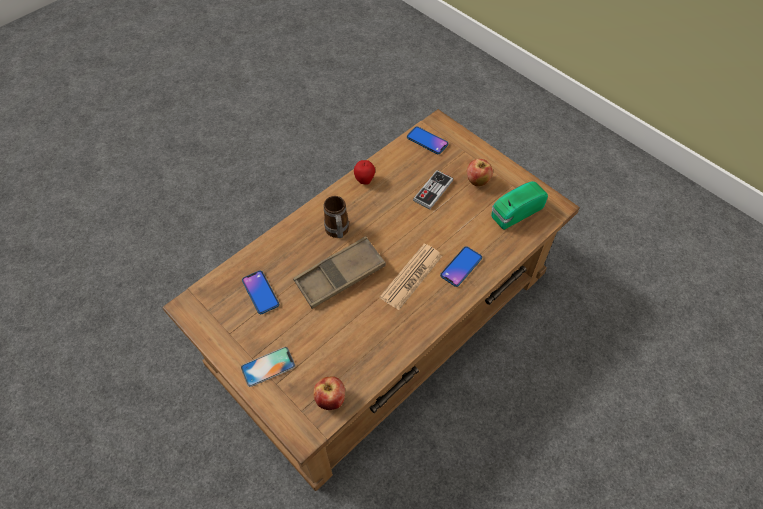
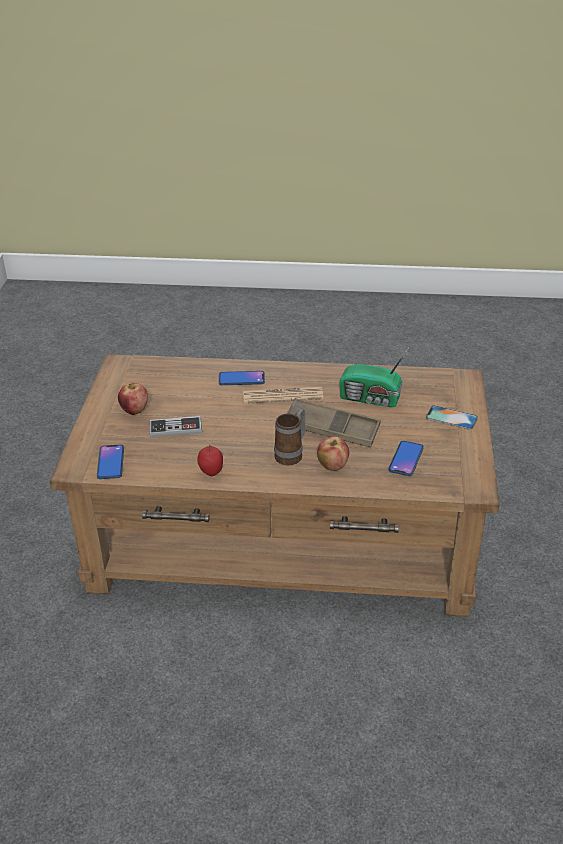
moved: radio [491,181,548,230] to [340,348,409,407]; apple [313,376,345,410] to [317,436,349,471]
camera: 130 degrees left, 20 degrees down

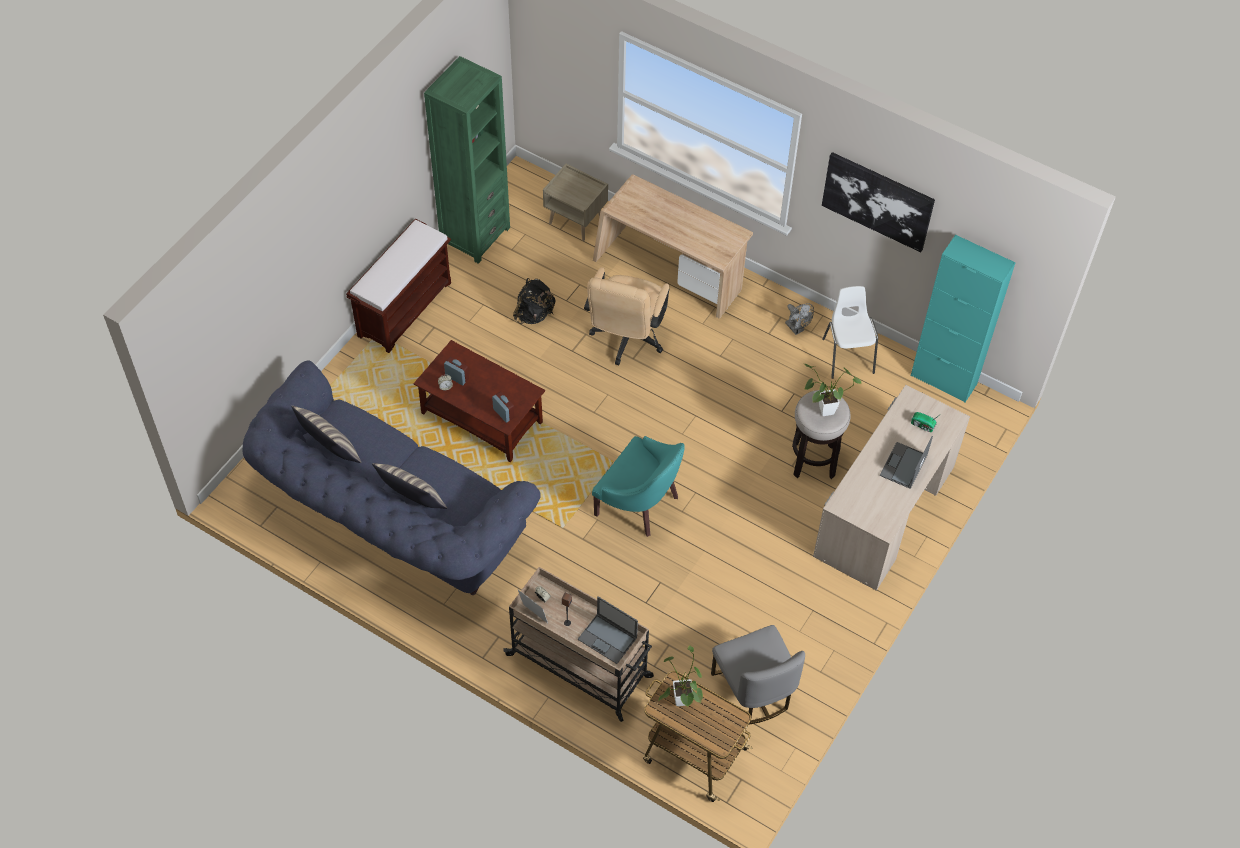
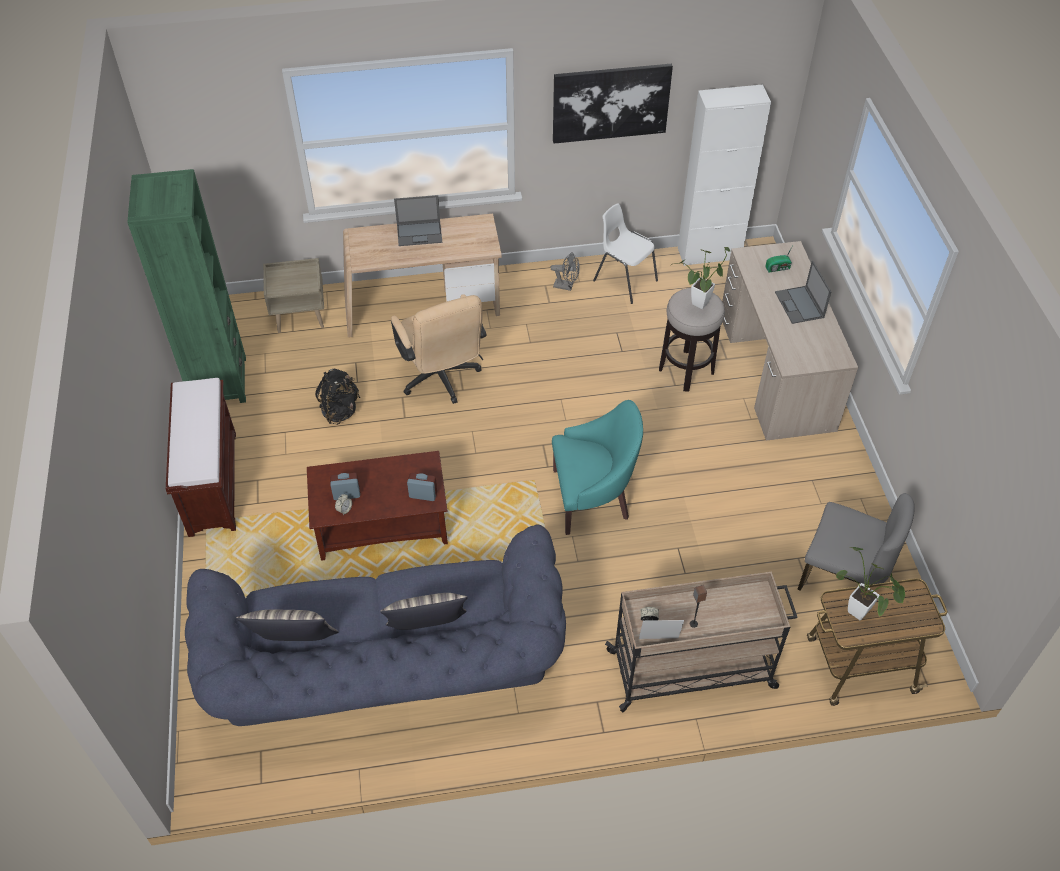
moved: laptop [578,596,638,664] to [394,195,442,246]
recoloured: cabinet in turquoise [911,235,1016,403] to cabinet in white [678,84,771,266]
camera: 40 degrees left, 5 degrees down

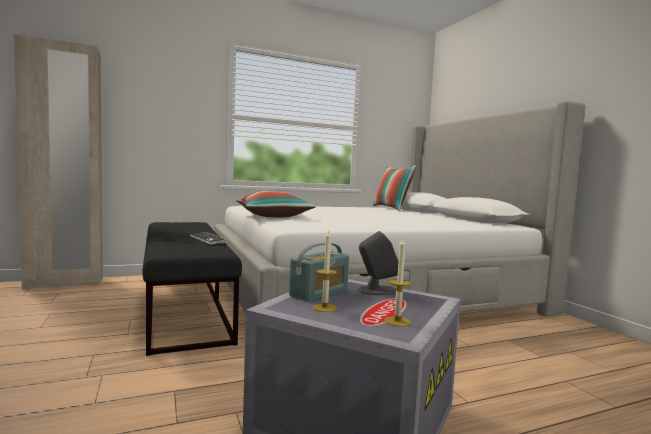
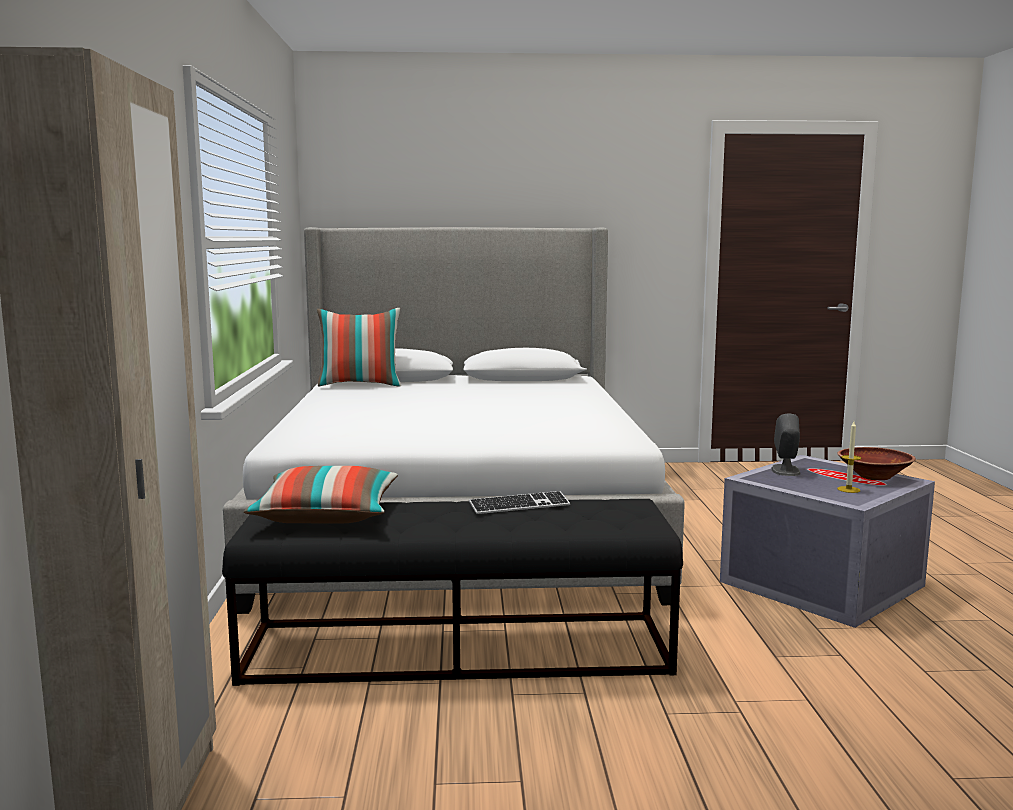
removed: radio [289,242,349,302]
moved: pillow [236,191,316,217] to [244,466,398,524]
replaced: candle [384,239,411,326] to bowl in brown [837,447,916,480]
camera: 70 degrees left, 5 degrees up

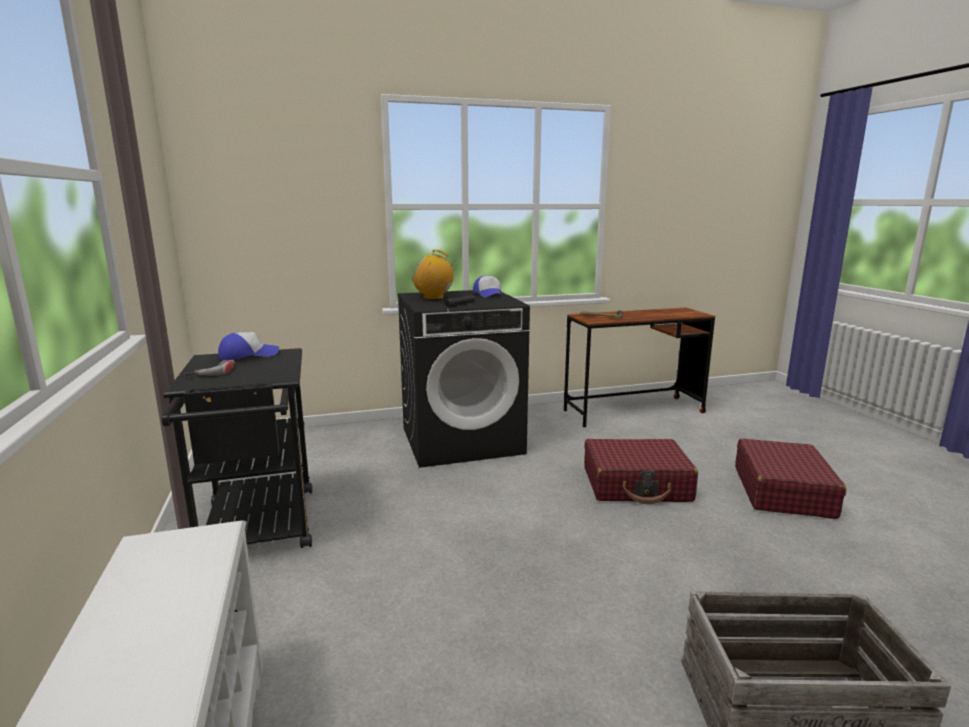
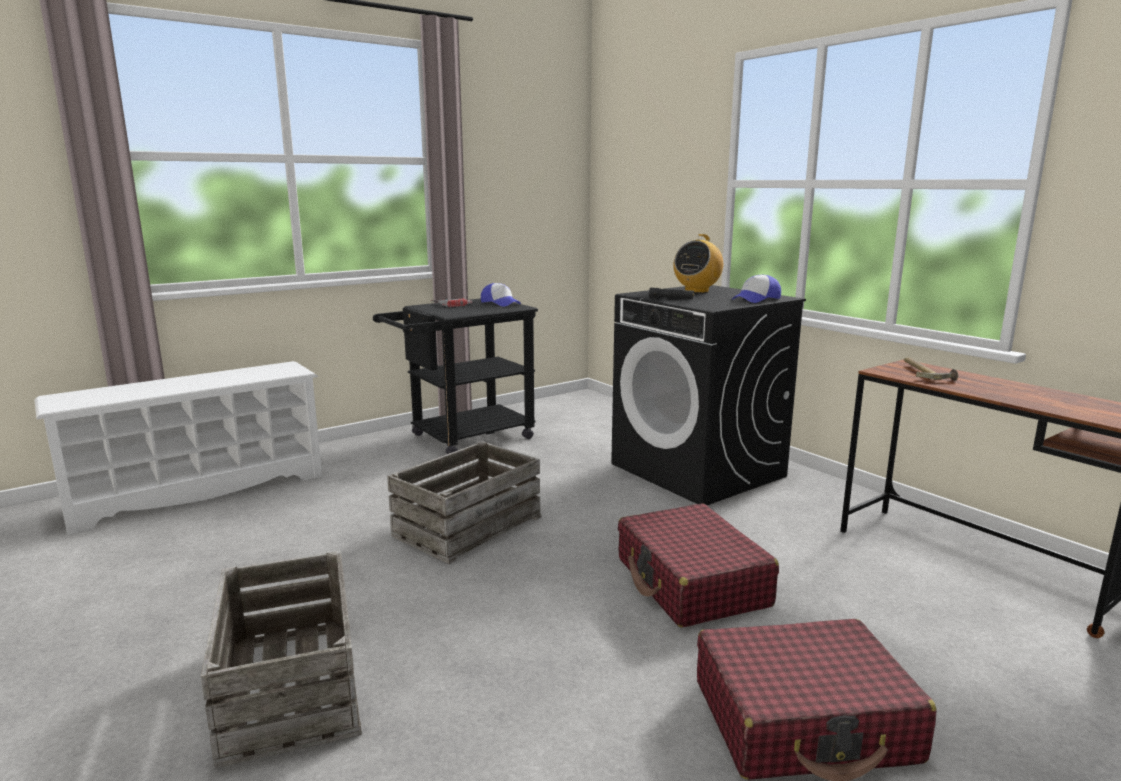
added: crate [387,441,542,564]
turned: radio [412,250,456,300] = [673,234,723,293] 135 degrees counterclockwise
camera: 70 degrees right, 0 degrees up

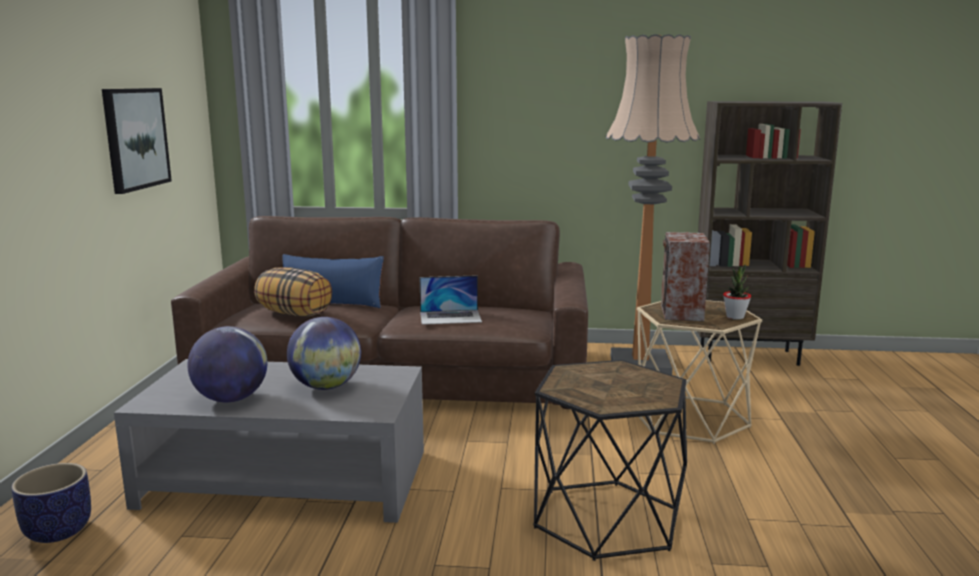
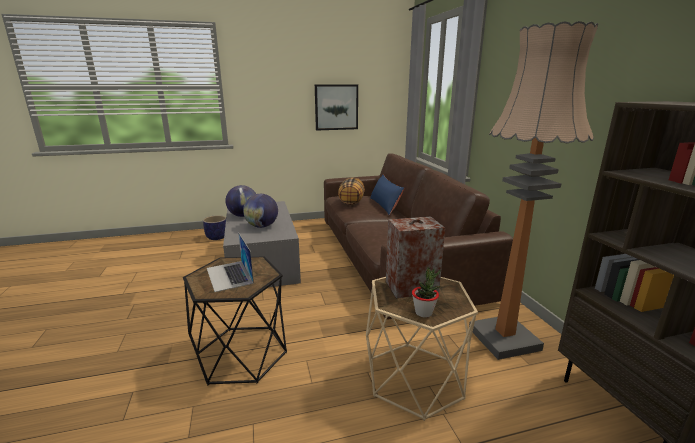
moved: laptop [420,275,482,325] to [207,232,254,292]
camera: 70 degrees right, 5 degrees up

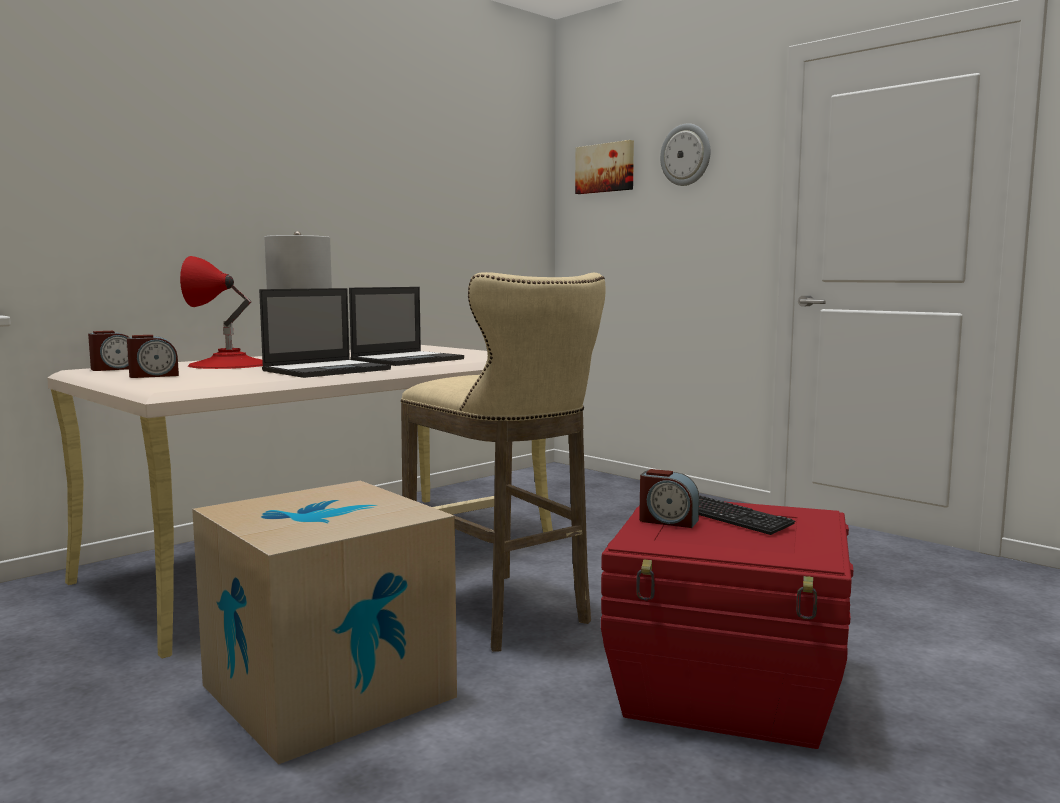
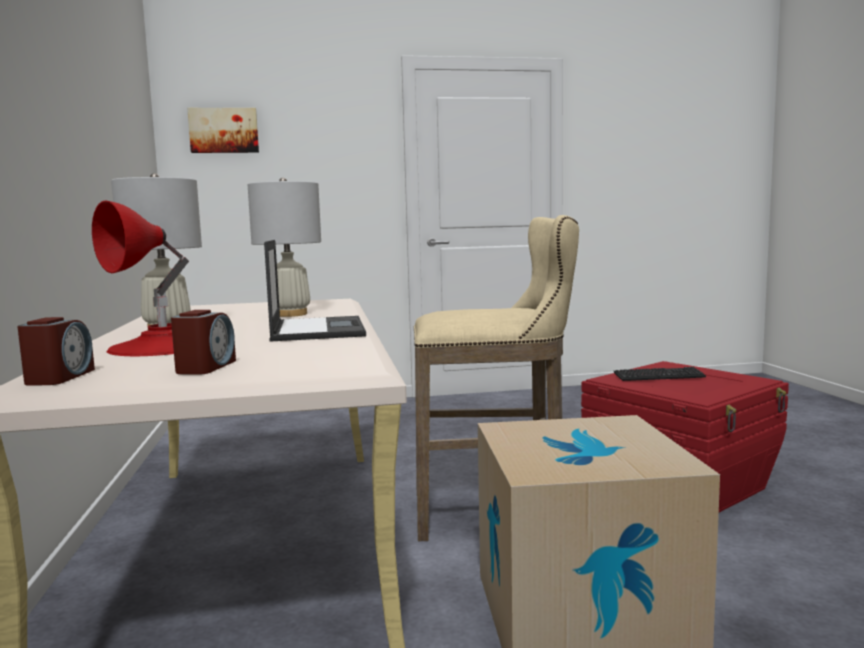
removed: wall clock [660,123,711,186]; alarm clock [639,469,699,528]
replaced: laptop [349,287,464,366] to table lamp in white [248,178,321,317]
camera: 55 degrees left, 0 degrees up

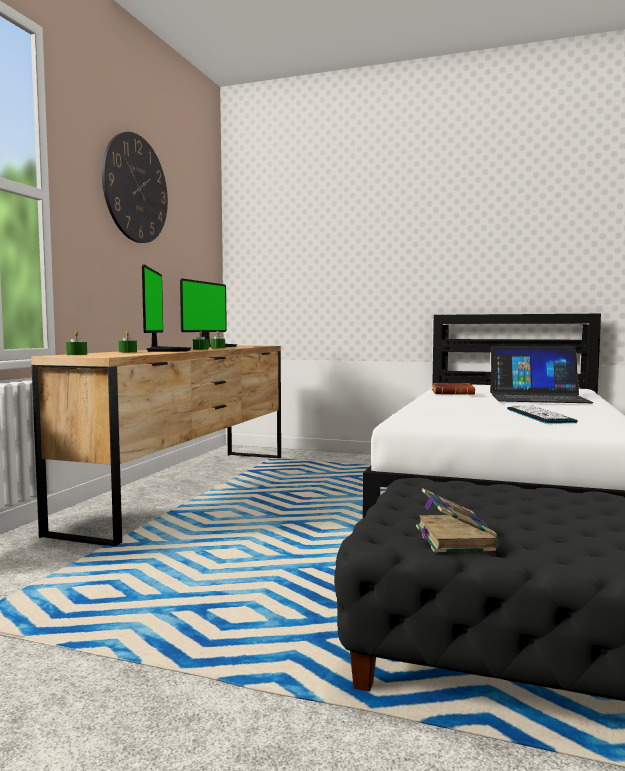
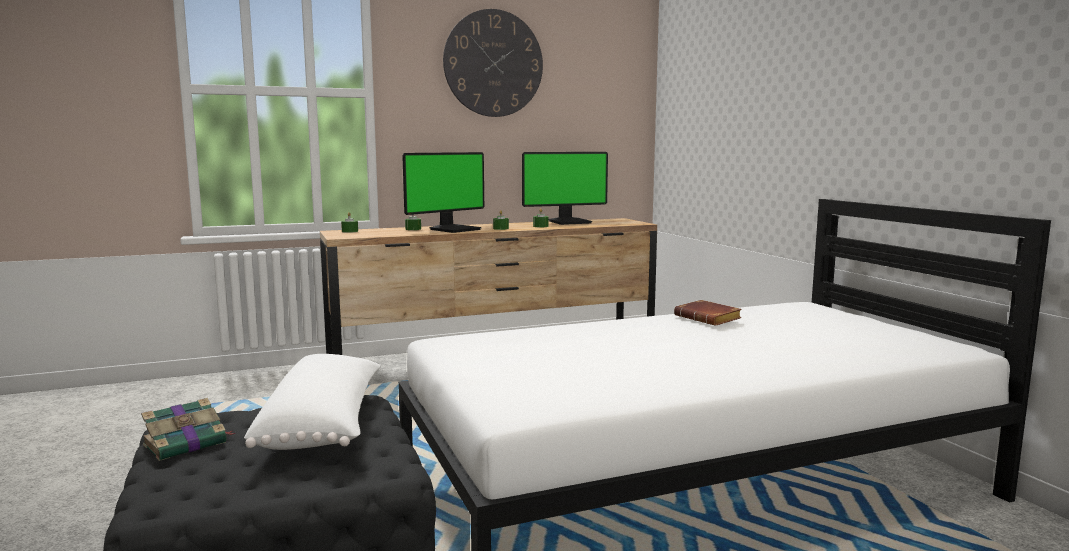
removed: laptop [490,346,593,403]; keyboard [507,405,578,423]
added: pillow in white [244,354,381,450]
camera: 50 degrees right, 5 degrees up

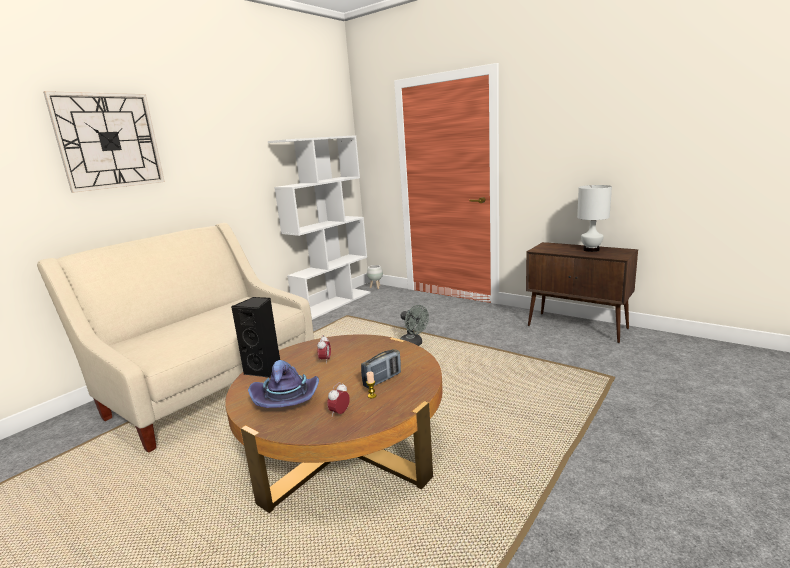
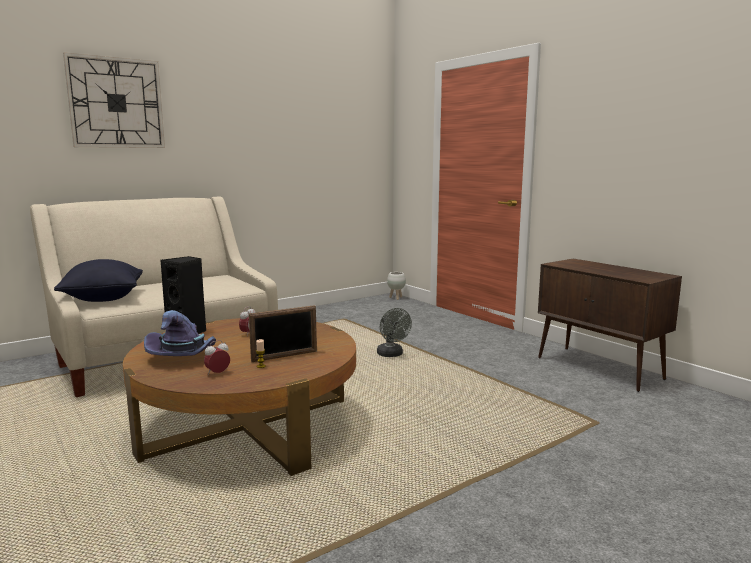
removed: bookcase in white [268,135,371,320]; table lamp in white [577,185,612,252]
added: pillow in black [54,259,143,302]
replaced: radio [361,349,401,388] to picture frame [249,305,317,362]
camera: 15 degrees right, 5 degrees down

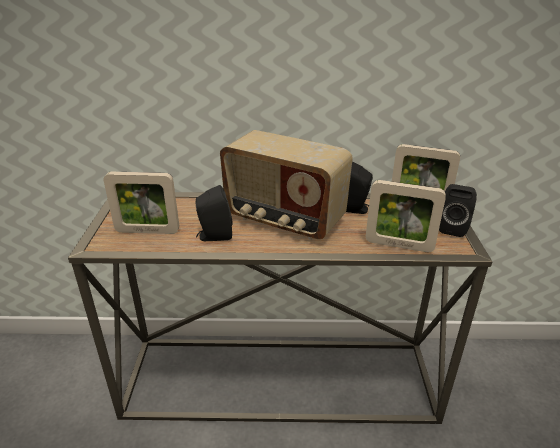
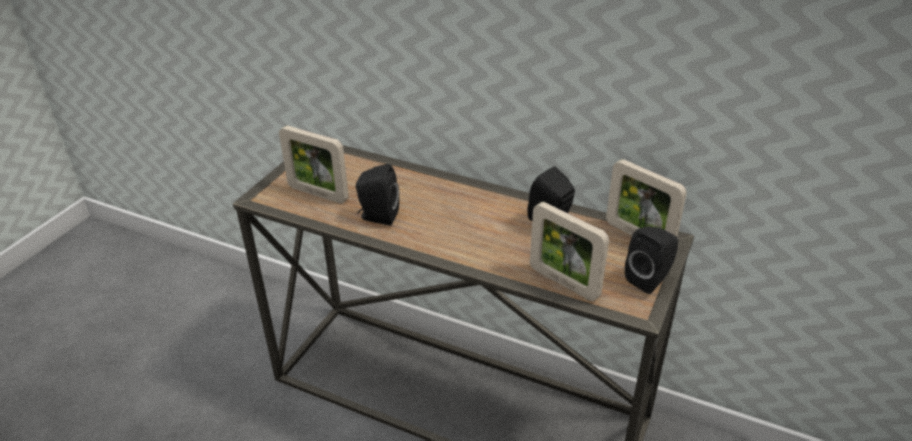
removed: radio [220,130,353,240]
camera: 25 degrees right, 5 degrees up

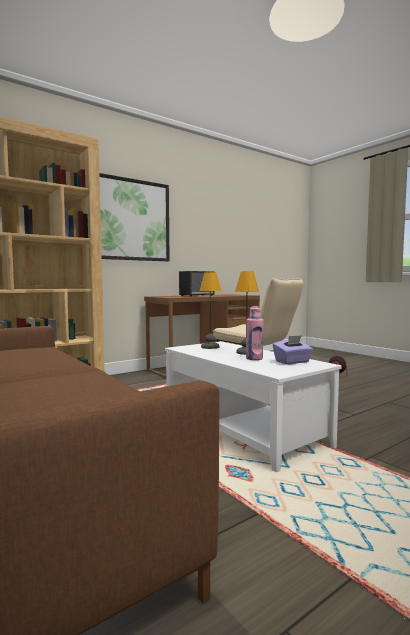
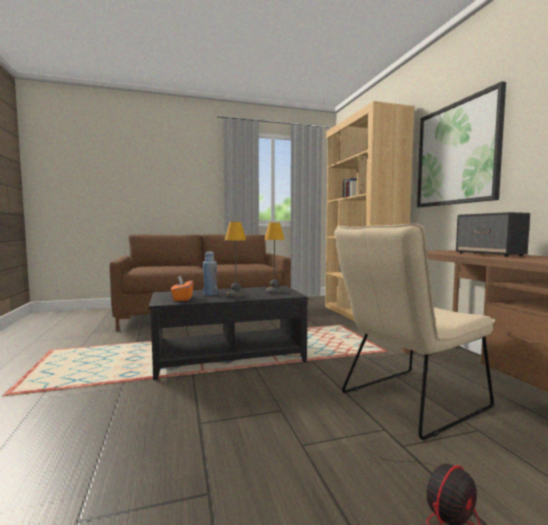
recoloured: bottle in pink [246,306,264,360] to bottle in blue [203,251,218,295]; tissue box in purple [273,335,313,364] to tissue box in orange [171,275,193,301]; coffee table in white [165,341,341,472] to coffee table in black [149,286,308,380]
camera: 110 degrees right, 0 degrees up

